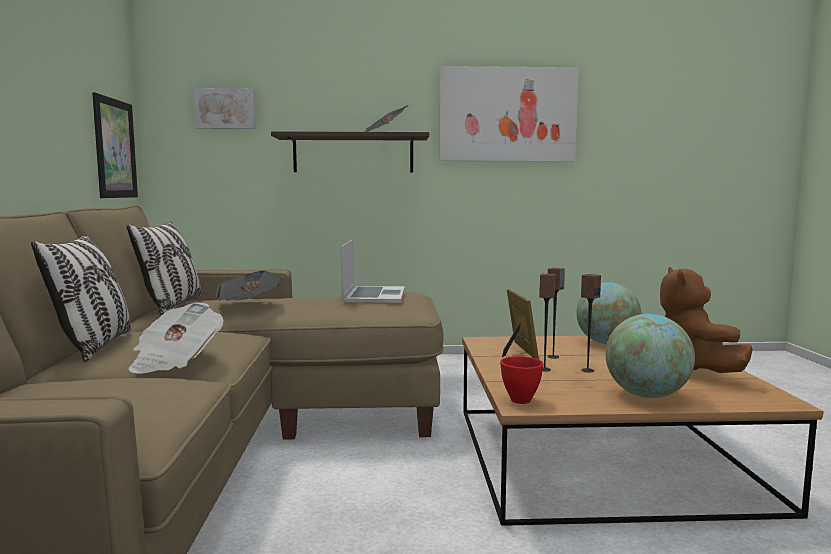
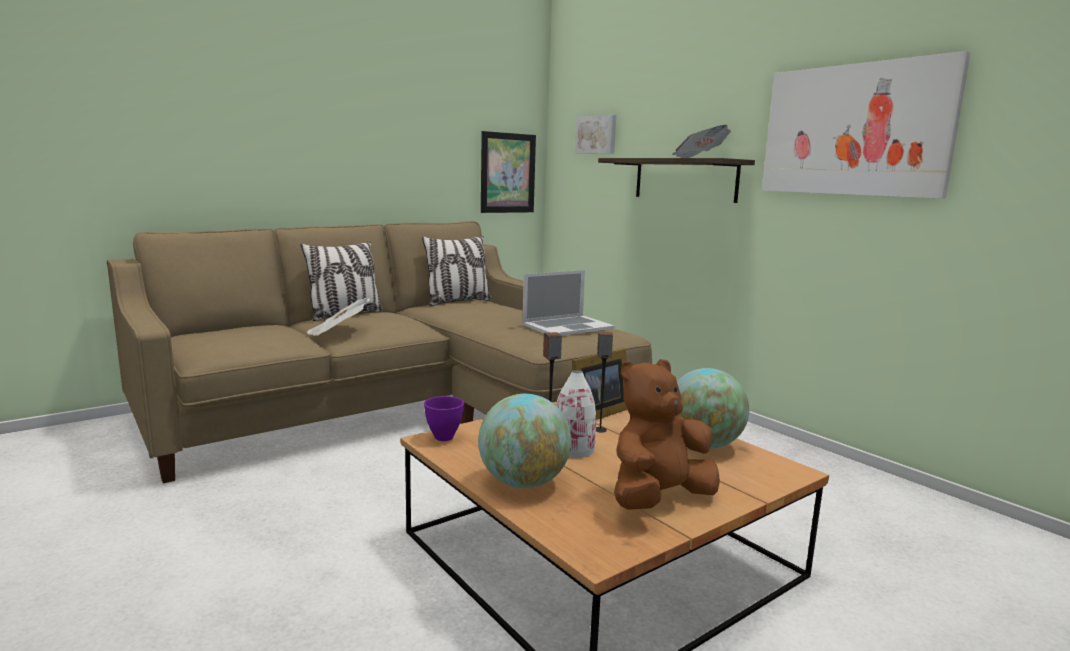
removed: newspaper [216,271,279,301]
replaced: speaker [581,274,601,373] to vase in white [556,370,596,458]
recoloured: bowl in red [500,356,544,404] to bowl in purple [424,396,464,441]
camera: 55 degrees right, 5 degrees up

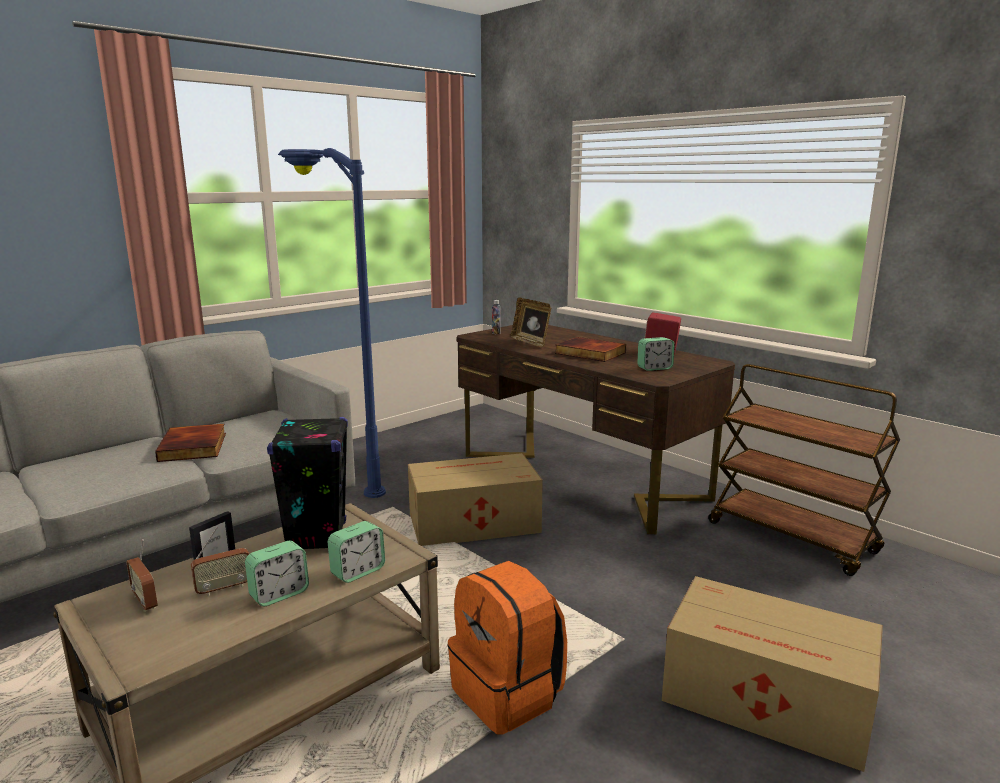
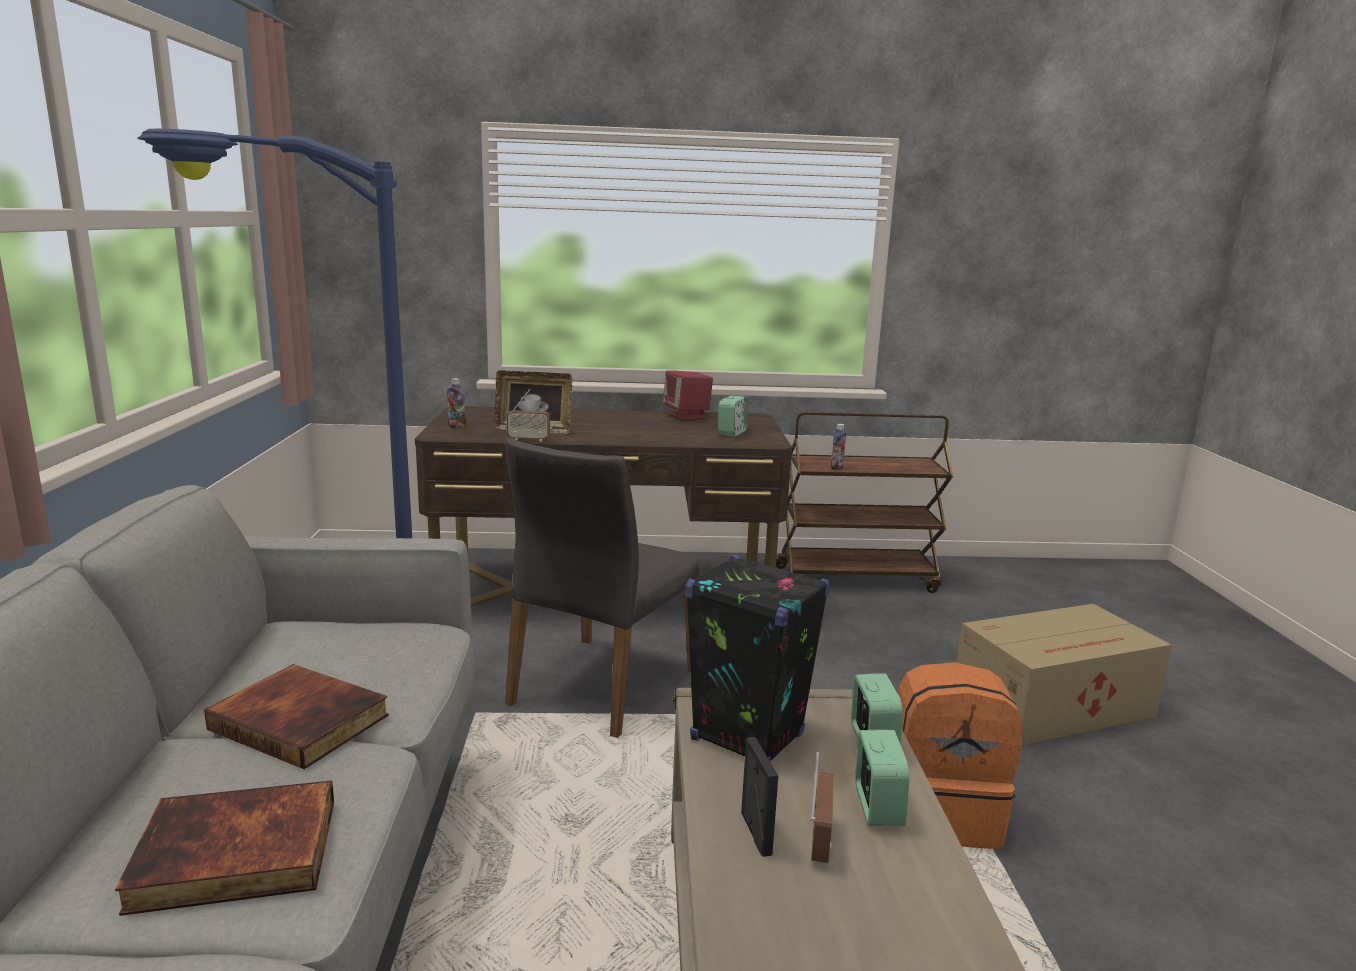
added: bottle [831,424,846,470]
moved: book [555,337,626,362] to [115,780,334,916]; radio [126,539,158,612] to [506,389,550,442]
replaced: cardboard box [408,453,543,546] to chair in grey [505,437,699,738]
camera: 50 degrees left, 0 degrees up

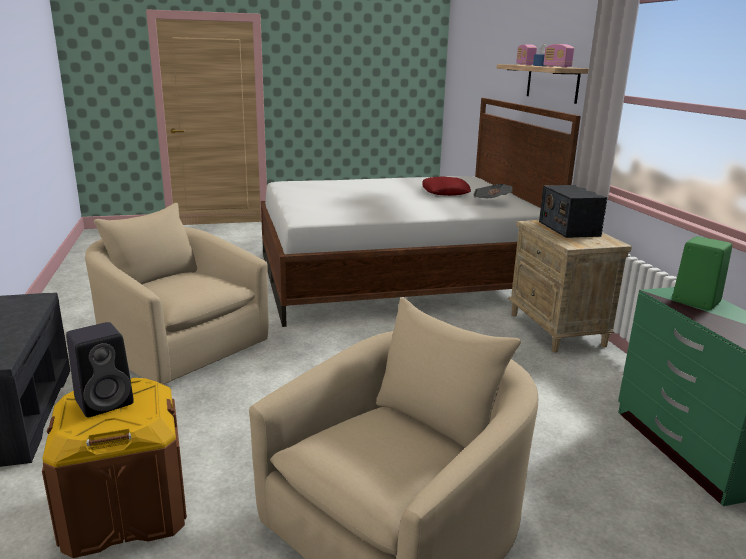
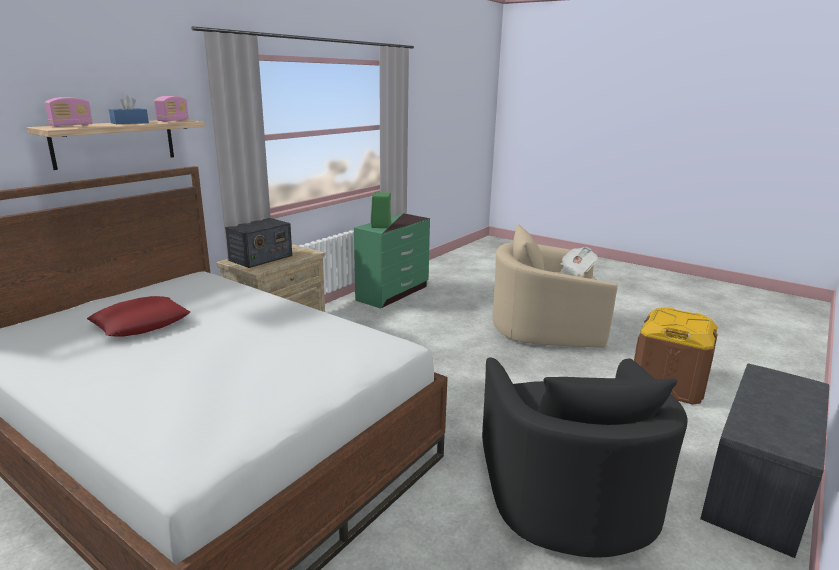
removed: speaker in black [66,322,134,418]
moved: newspaper [473,184,513,198] to [561,247,598,275]
recoloured: armchair in beige [85,203,268,385] to armchair in black [482,358,688,558]
camera: 130 degrees left, 0 degrees up

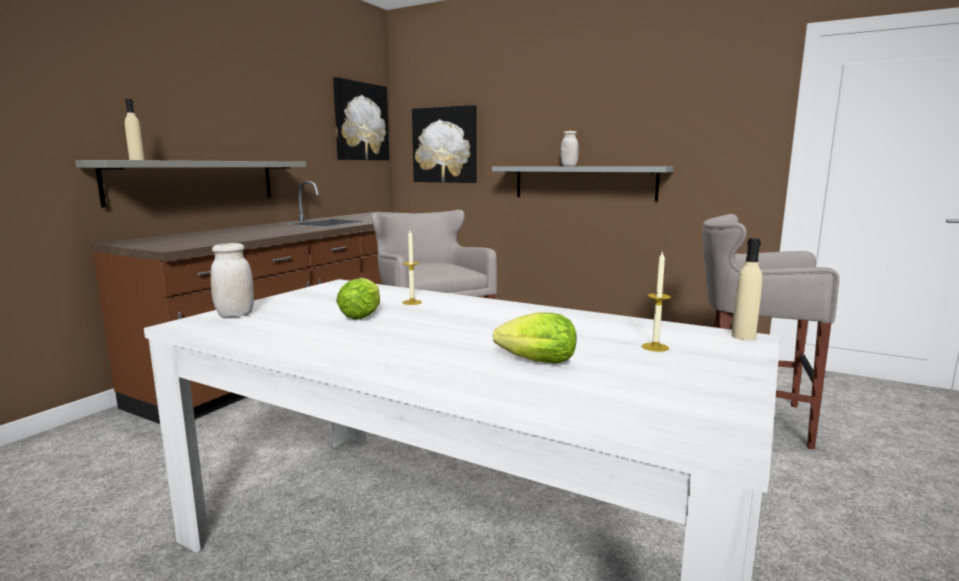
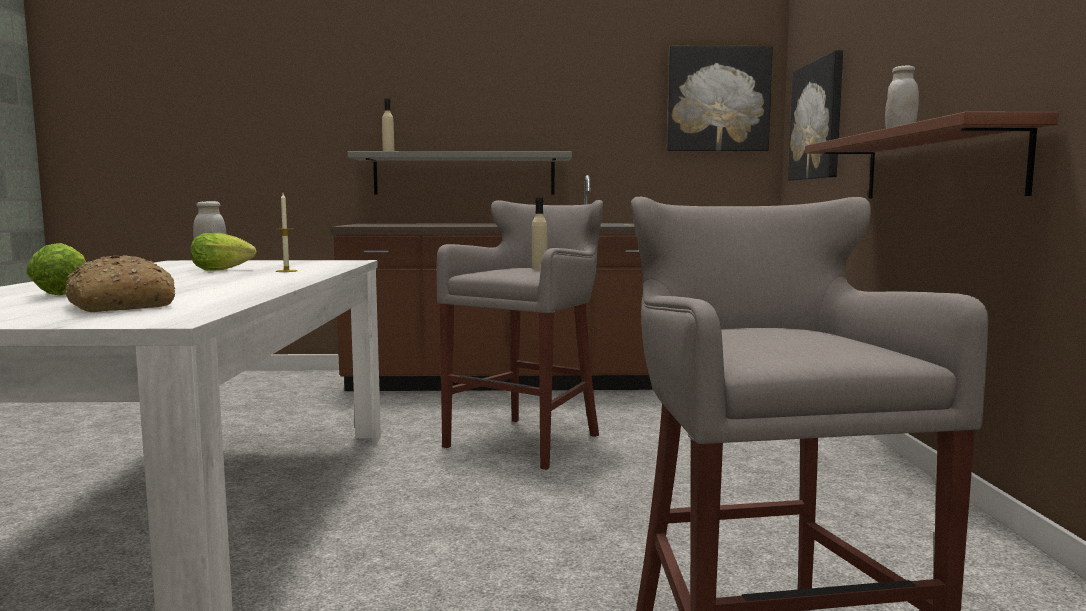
moved: bottle in beige [732,238,762,340] to [532,198,547,269]
replaced: candle [642,251,671,352] to bread [66,255,175,312]
recoloured: shelf in grey [492,166,674,201] to shelf in brown [805,112,1059,198]
camera: 60 degrees right, 5 degrees down

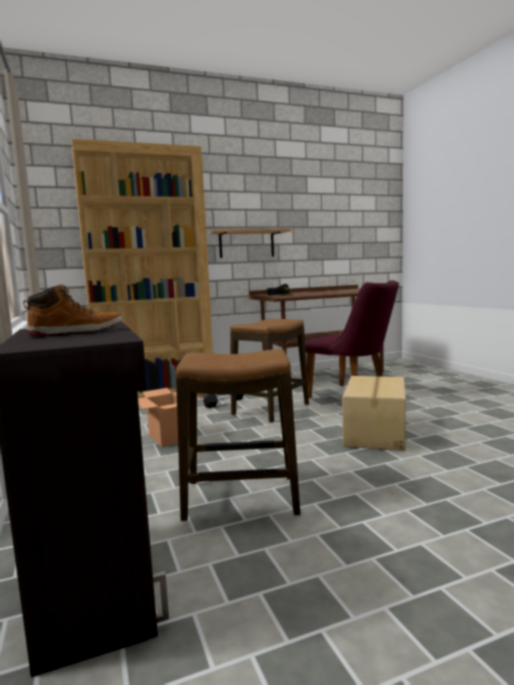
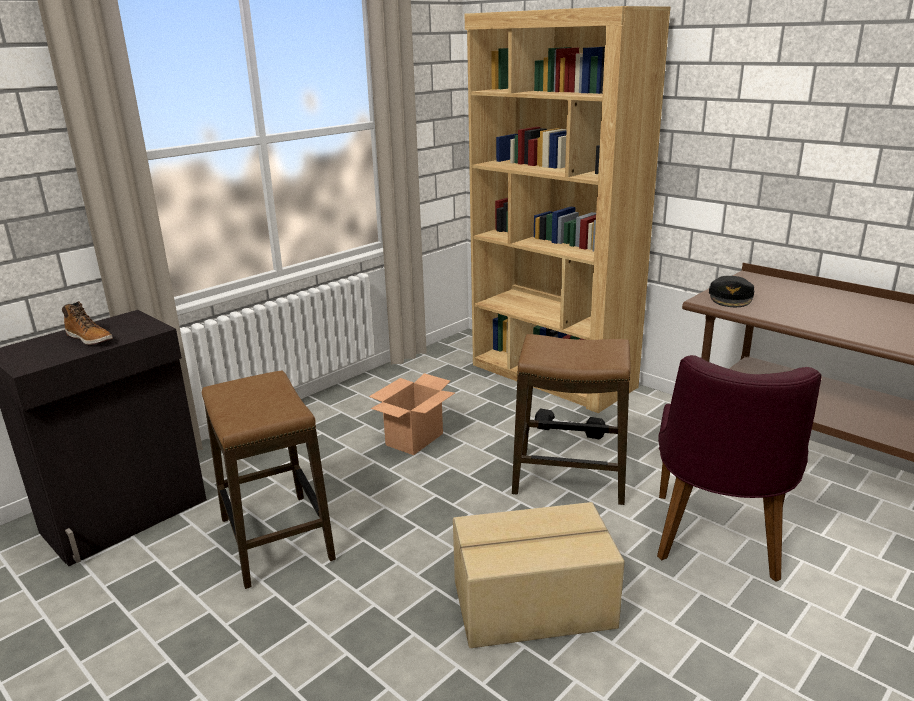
removed: shelf [209,229,292,258]
camera: 65 degrees right, 15 degrees up

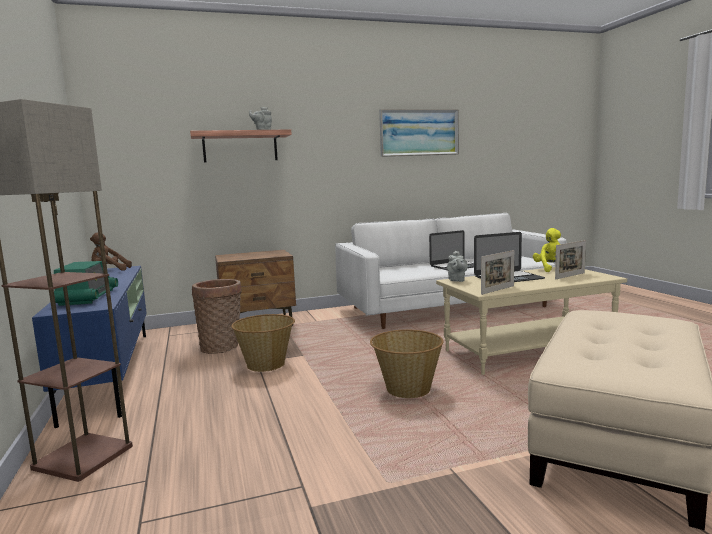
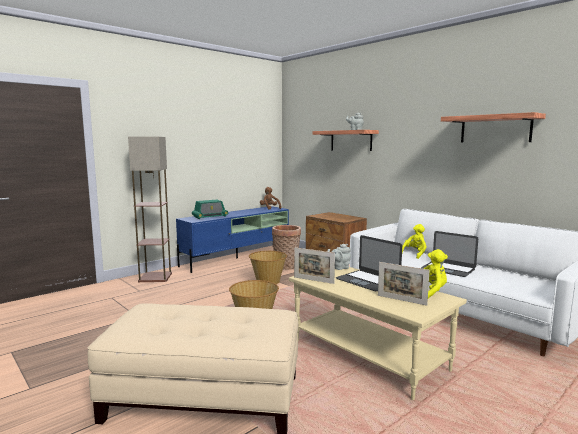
added: plush toy in yellow [402,224,426,259]
replaced: picture [379,109,459,157] to shelf [441,112,546,142]
camera: 65 degrees right, 0 degrees up

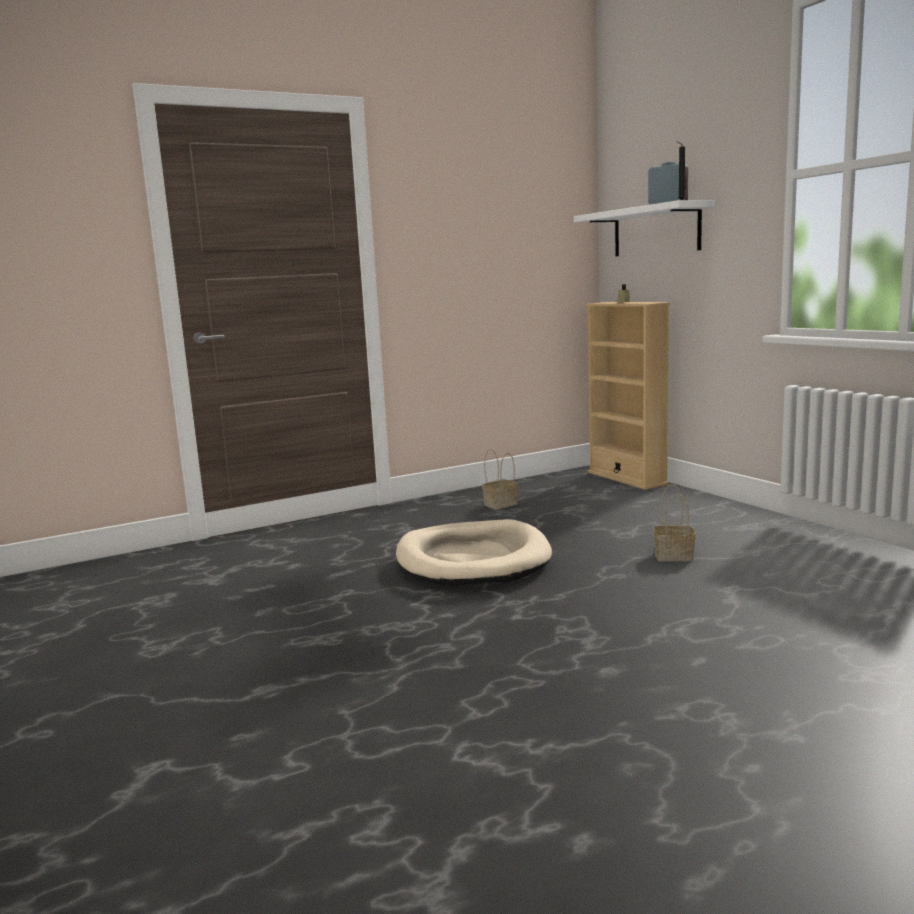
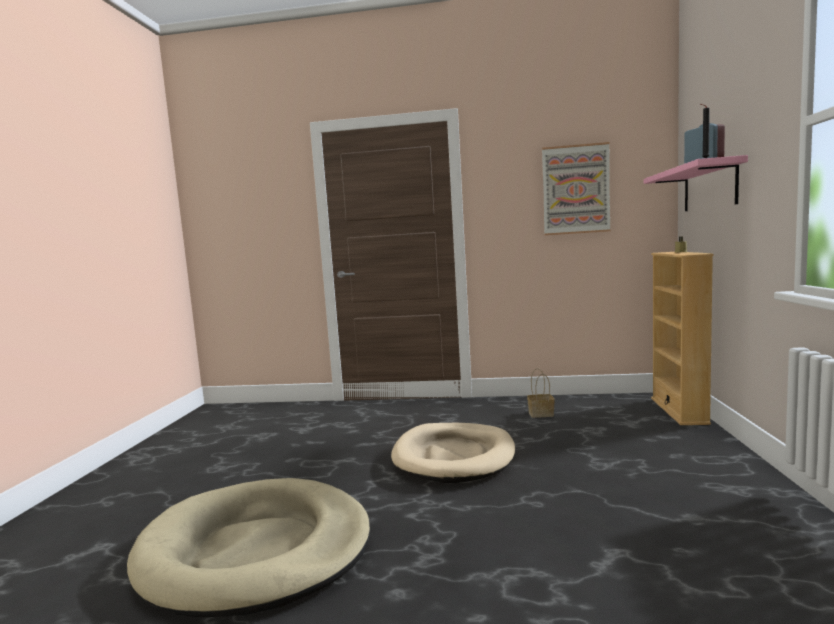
removed: basket [654,484,695,561]
added: picture [542,142,611,235]; dog bed in beige [127,478,371,618]
recoloured: shelf in white [574,200,715,256] to shelf in pink [644,155,748,211]
camera: 35 degrees right, 5 degrees down

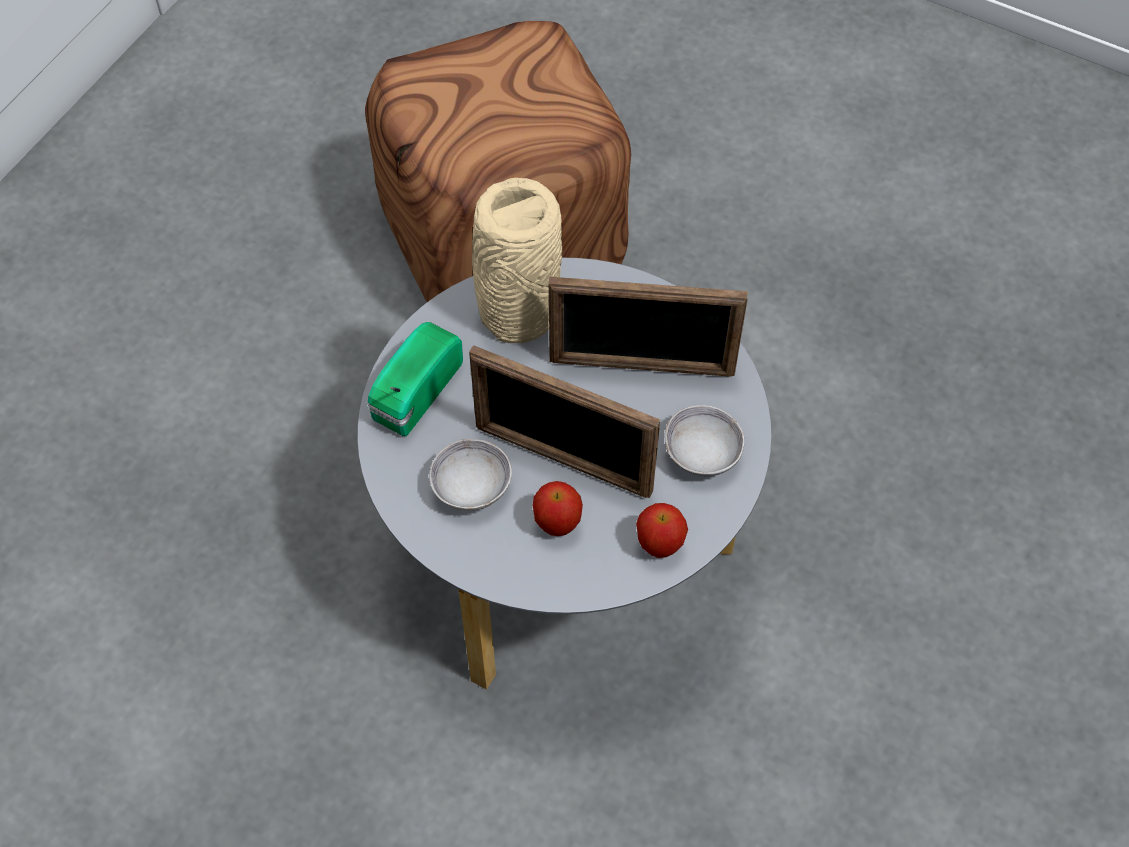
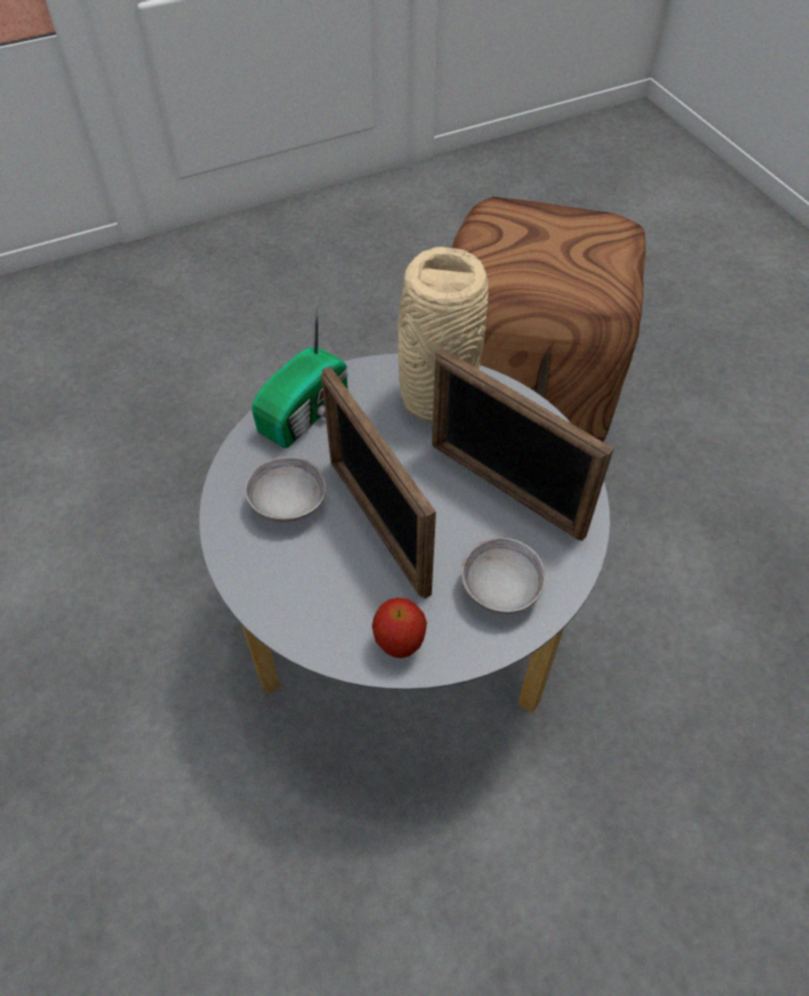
removed: apple [533,481,583,536]
turned: radio [366,322,463,436] = [252,296,349,448] 150 degrees clockwise
camera: 35 degrees right, 5 degrees down

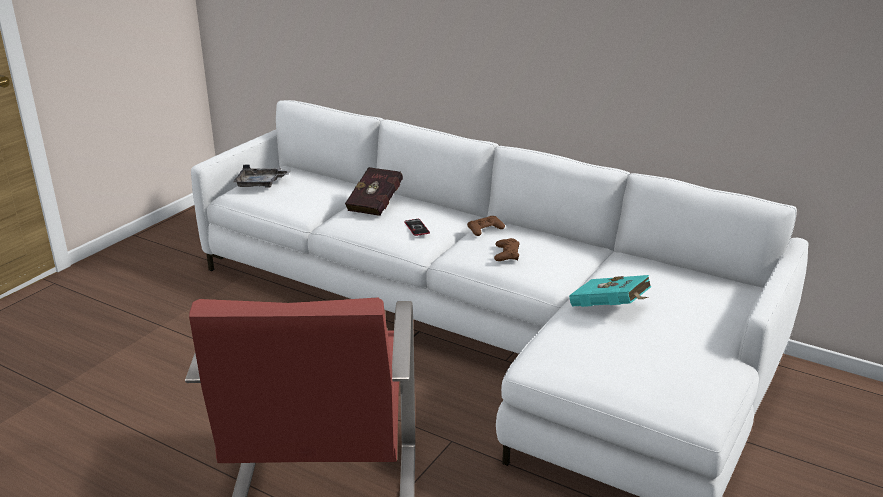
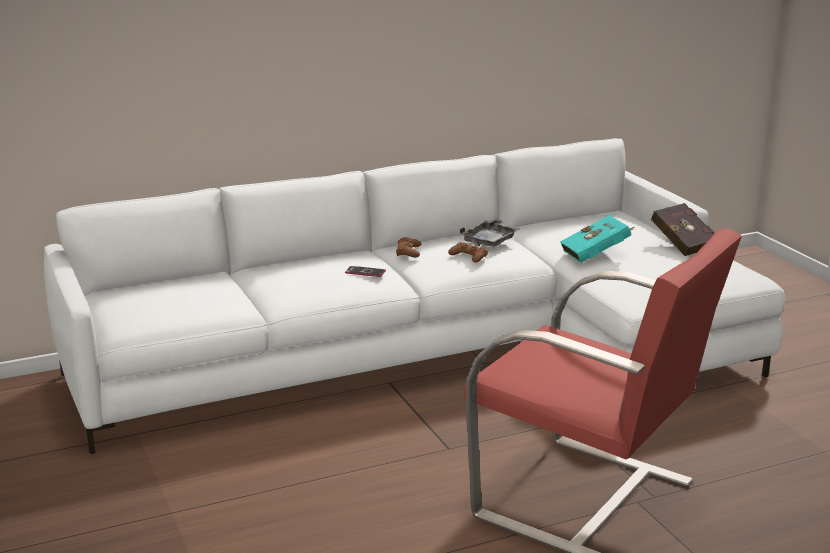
moved: tray in grey [233,164,291,188] to [460,219,520,247]; book in red [345,167,403,216] to [651,203,714,256]
camera: 55 degrees left, 5 degrees down

